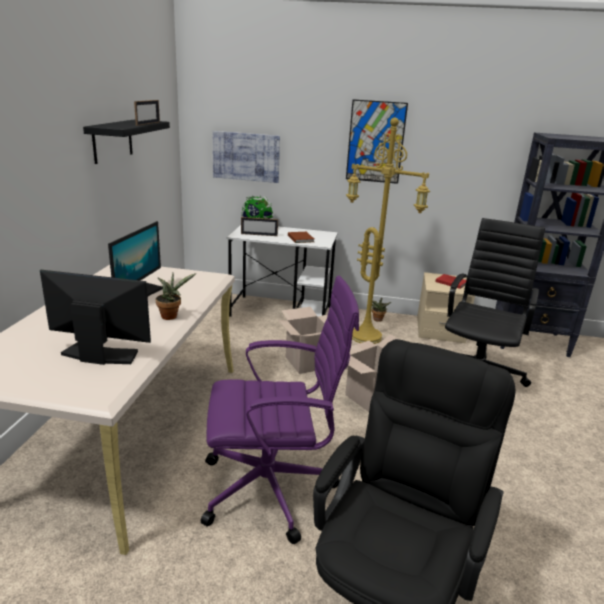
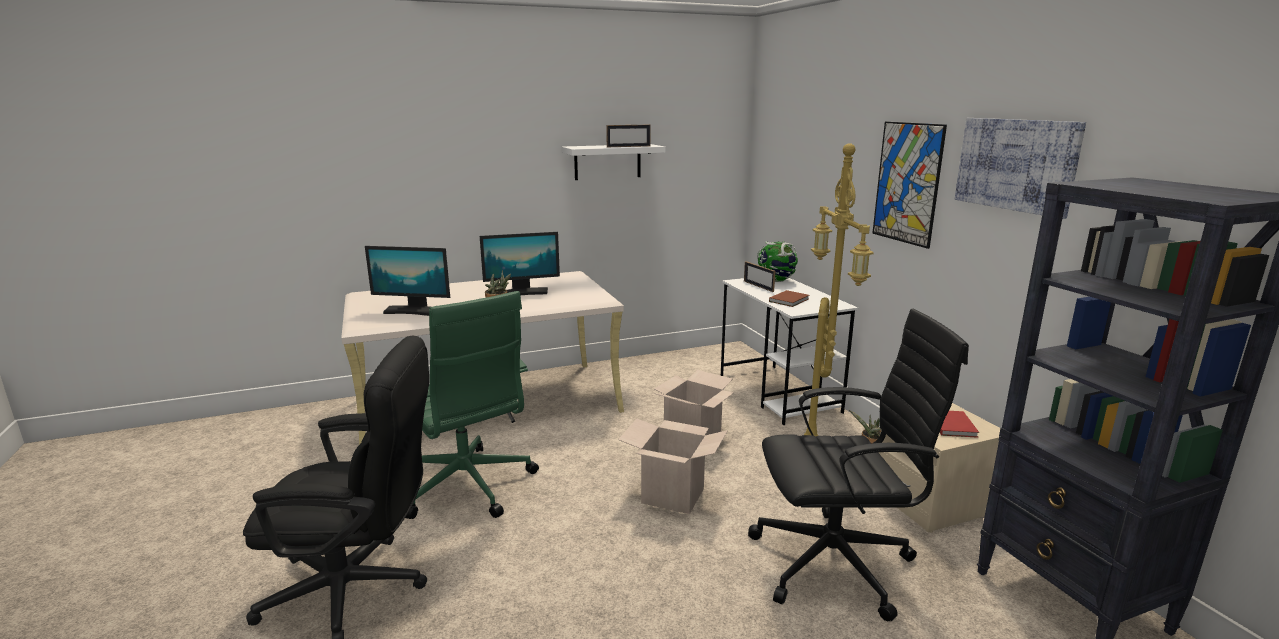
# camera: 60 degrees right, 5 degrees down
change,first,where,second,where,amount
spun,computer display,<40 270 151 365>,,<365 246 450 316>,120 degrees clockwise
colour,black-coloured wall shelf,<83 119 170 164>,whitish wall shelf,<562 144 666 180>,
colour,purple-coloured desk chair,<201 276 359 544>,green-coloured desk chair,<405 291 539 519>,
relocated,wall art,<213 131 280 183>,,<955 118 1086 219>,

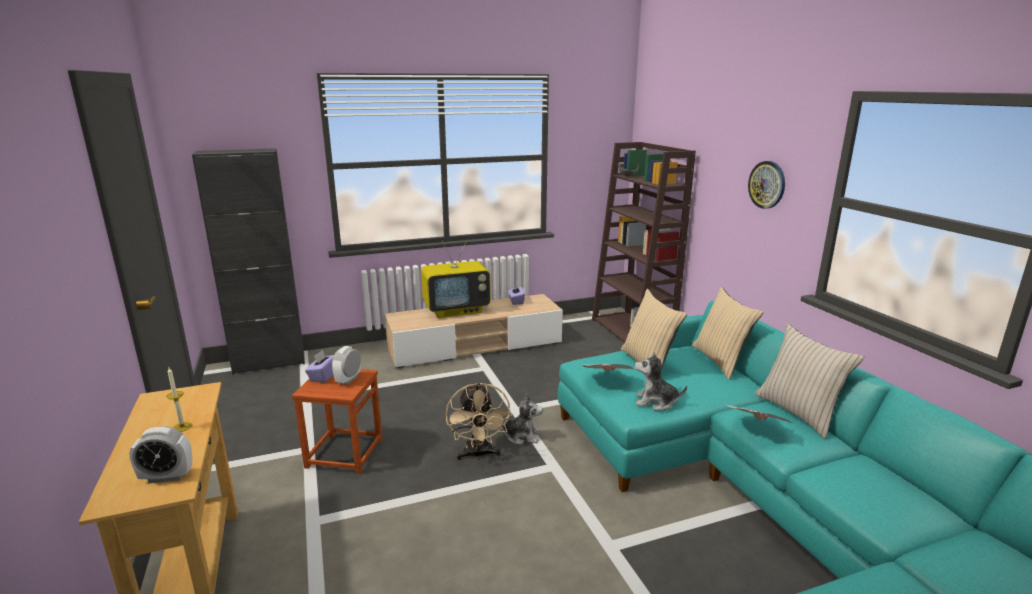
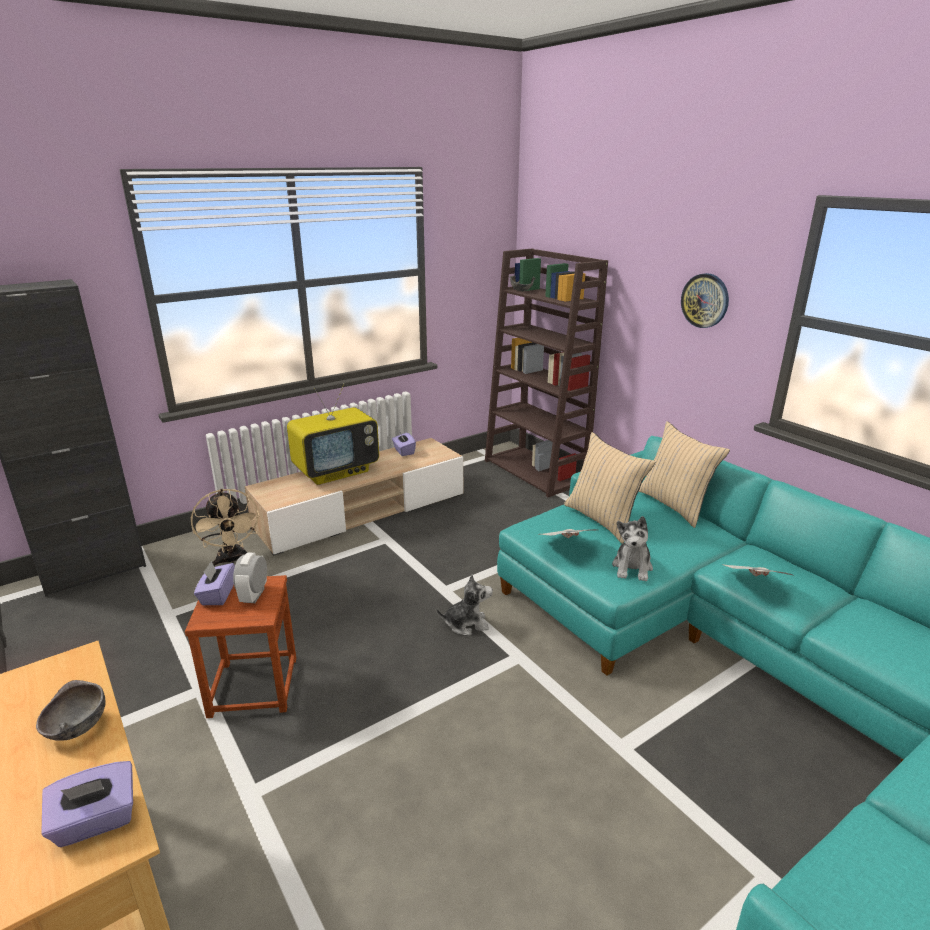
# camera: 15 degrees left, 5 degrees up
change,first,where,second,where,amount
exchanged,table clock,<129 426 192 483>,purple-coloured tissue holder,<41 761 133 847>,
exchanged,candle,<166 368 192 432>,greyish serving bowl,<36 680 105 741>,
relocated,beige cooling fan,<446 382 512 460>,,<191 489 260 567>,
spun,plush toy,<634 352 687 411>,,<612 516 653 581>,75 degrees counterclockwise
missing,beige pillow,<755 324 864 439>,,,

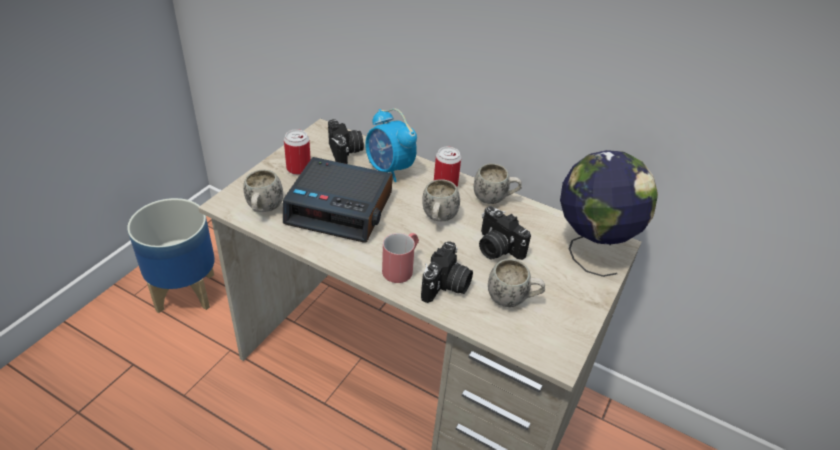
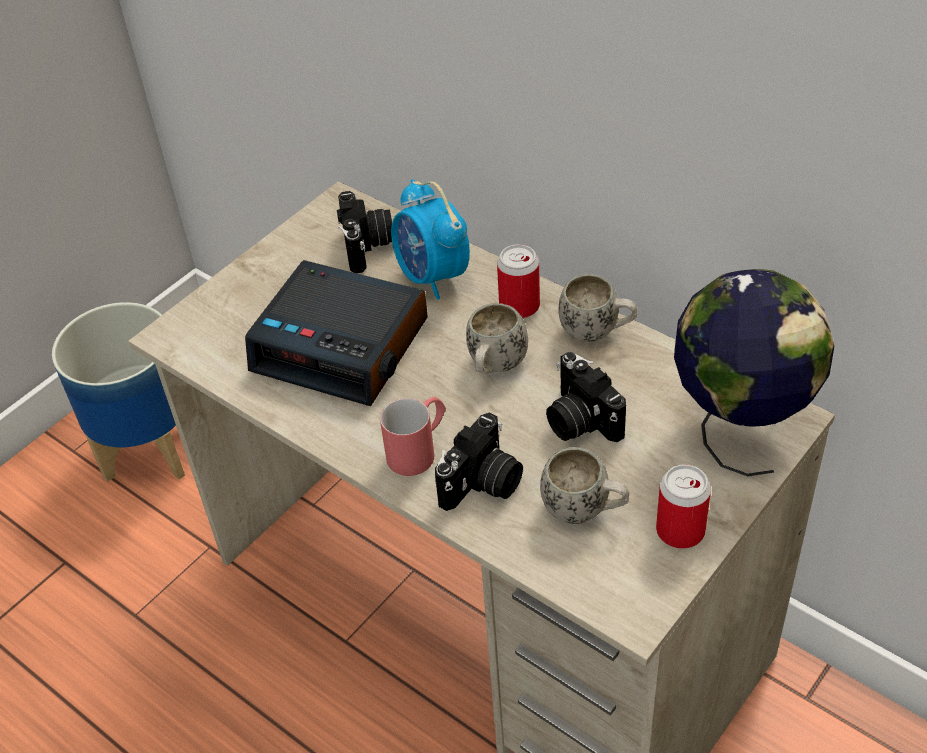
# camera: 15 degrees right, 5 degrees up
change,first,where,second,where,amount
missing,whitish mug,<243 170 283 212>,,,
relocated,metal can,<284 129 311 175>,,<656 464 711 549>,

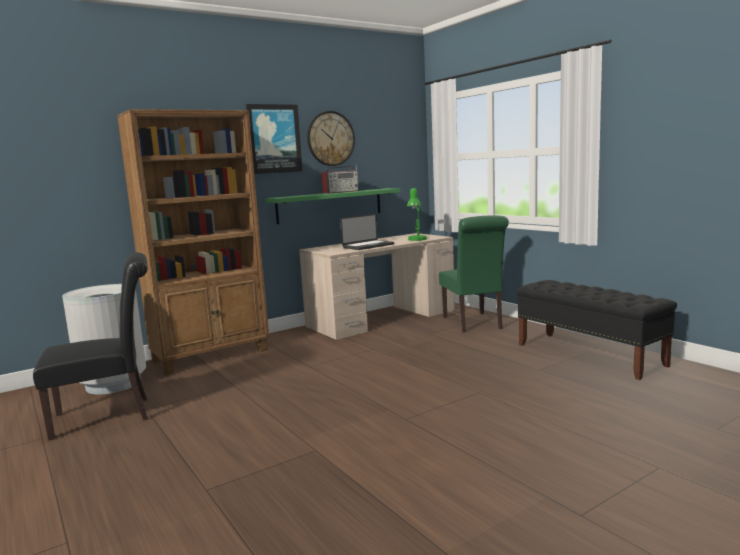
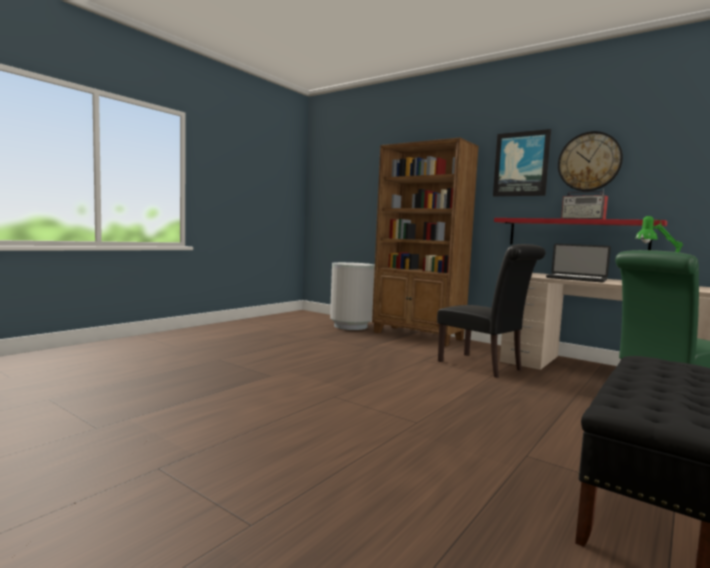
# camera: 70 degrees right, 5 degrees down
change,first,where,second,where,amount
relocated,black-coloured chair,<33 253 148 441>,,<437 244 546 378>,
colour,green-coloured wall shelf,<265 188 400 224>,reddish wall shelf,<494 218 667 250>,

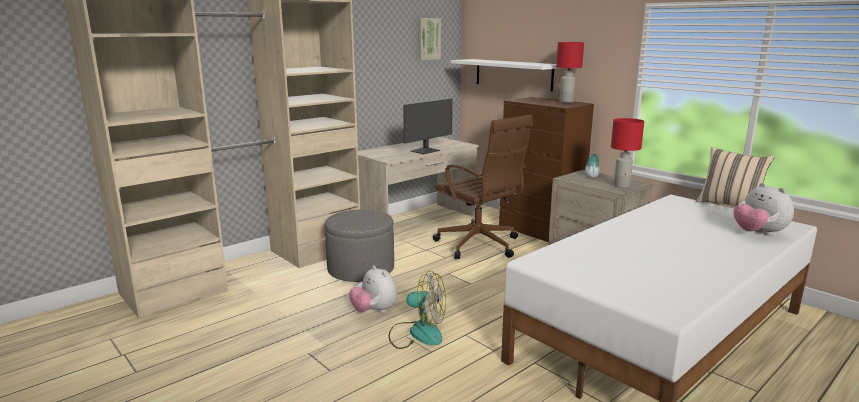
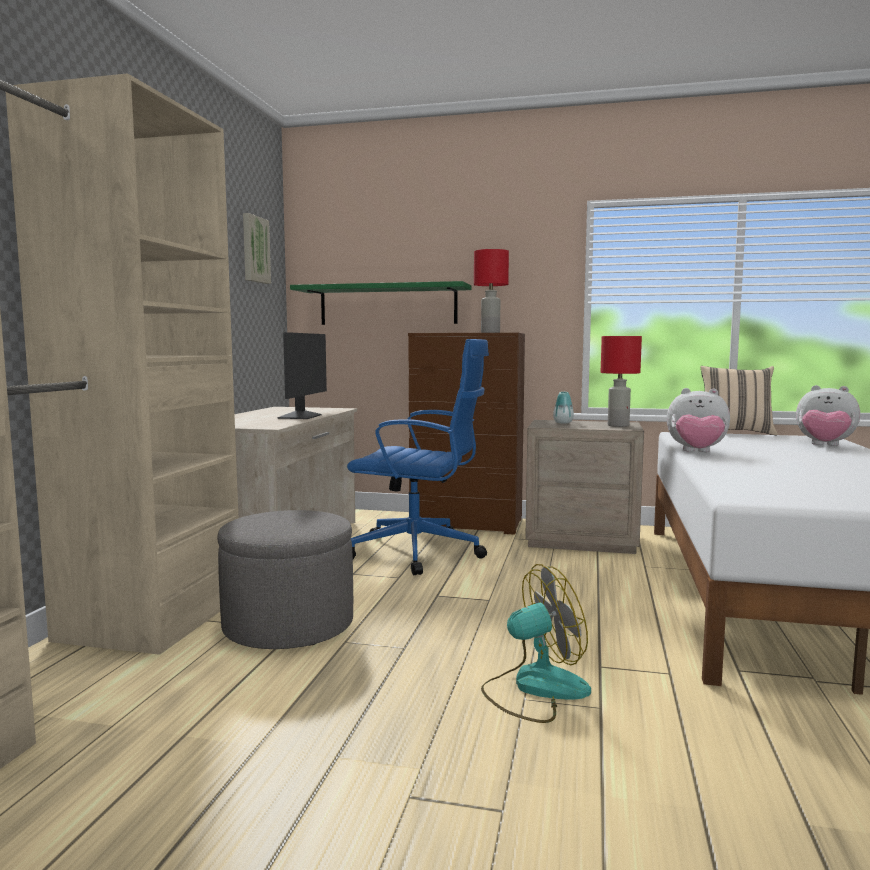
# camera: 35 degrees left, 10 degrees down
change,first,where,second,where,amount
relocated,plush toy,<350 265 397 313>,,<667 388 730 452>,
colour,brown-coloured desk chair,<433 115 533 259>,bluish desk chair,<347 339 489 575>,
colour,whitish wall shelf,<451 59 559 92>,green-coloured wall shelf,<290 281 471 325>,

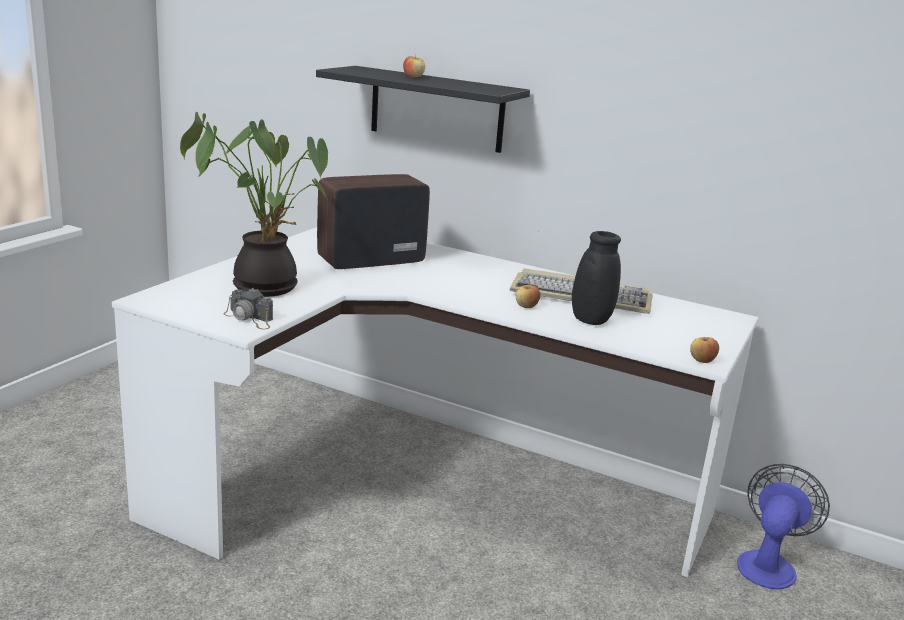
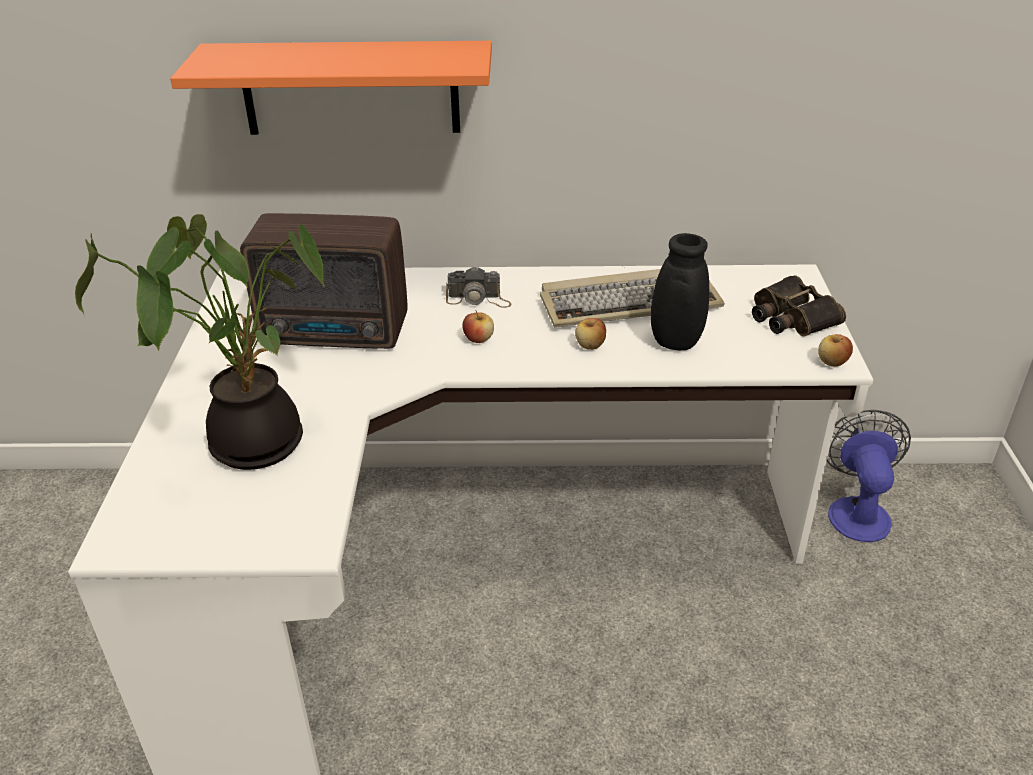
# camera: 25 degrees left, 15 degrees up
change,first,where,second,where,amount
relocated,still camera,<223 288 273 329>,,<446 266 511 308>,
colour,black-coloured wall shelf,<316 66 530 153>,orangey wall shelf,<170 41 492 135>,
spun,radio,<317 174 430 269>,,<240 213 407 349>,120 degrees counterclockwise
relocated,apple,<403 54 425 78>,,<462 311 494 343>,
appeared,,,pair of binoculars,<752 275 846 336>,

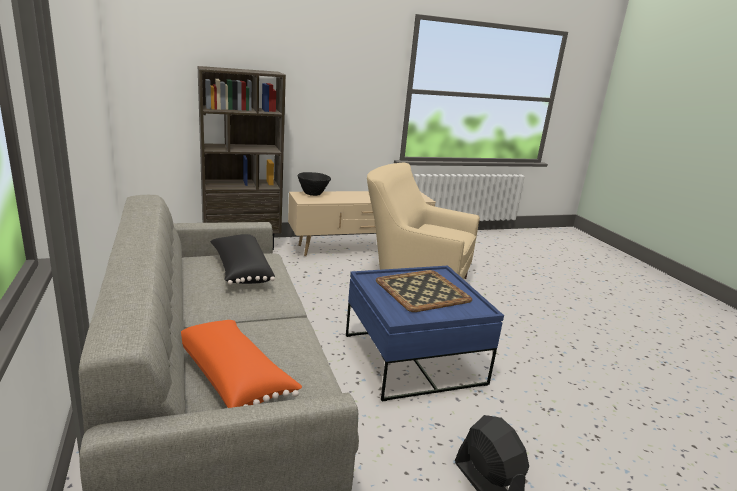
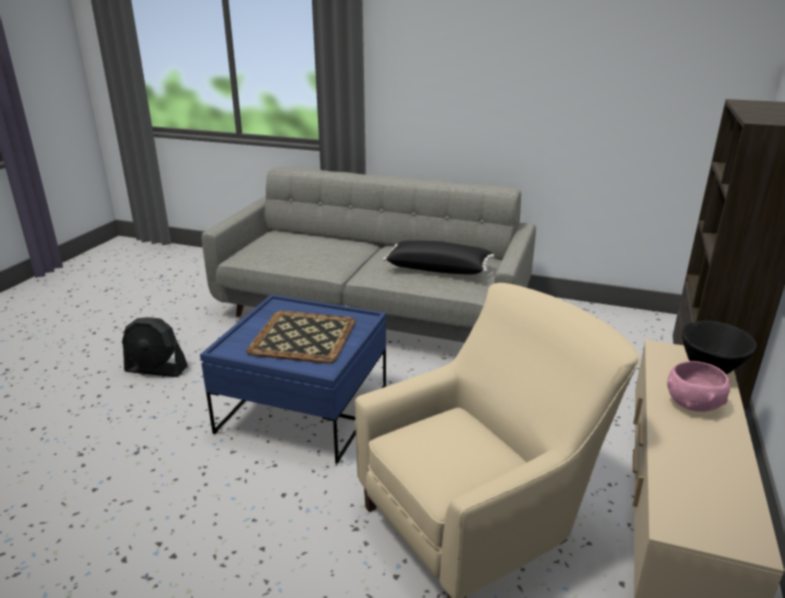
# camera: 130 degrees right, 5 degrees up
change,first,where,second,where,amount
missing,orangey pillow,<181 320 302 408>,,,
appeared,,,pinkish serving bowl,<667 361 730 412>,

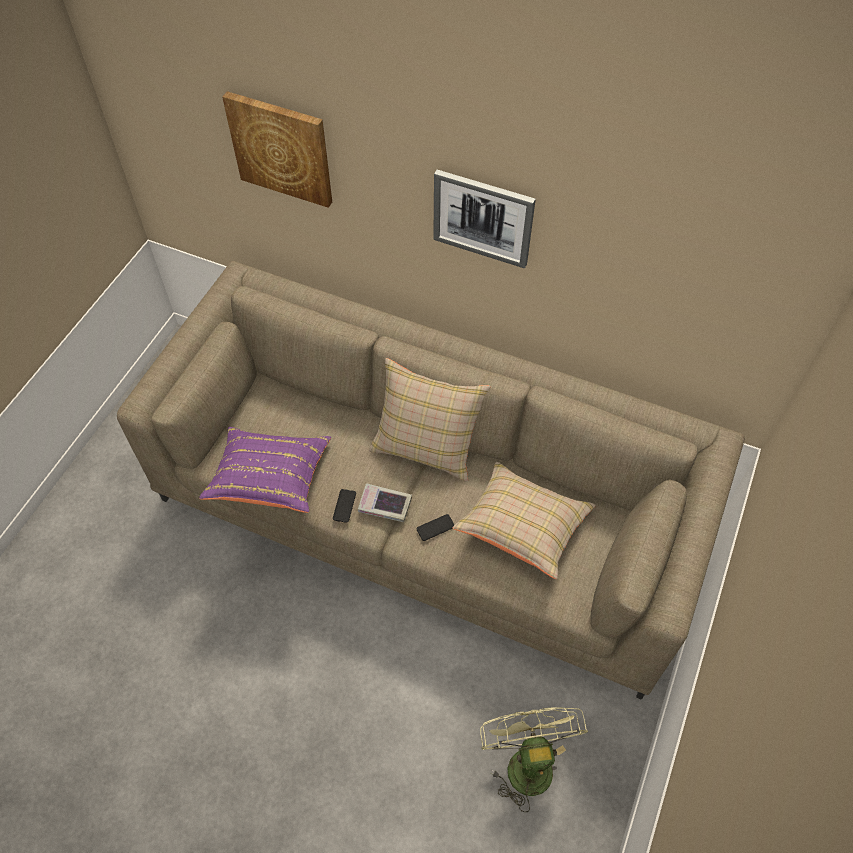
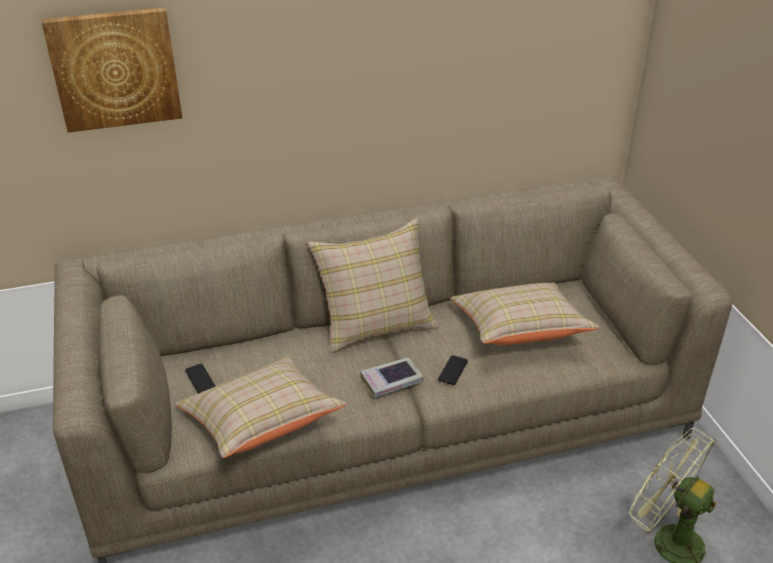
# camera: 40 degrees left, 20 degrees down
change,first,where,second,where,amount
colour,purple-coloured pillow,<199 427 331 513>,beige pillow,<175 357 347 458>,
relocated,telephone,<333 489 356 523>,,<185 364 215 394>,
missing,wall art,<433 170 536 269>,,,

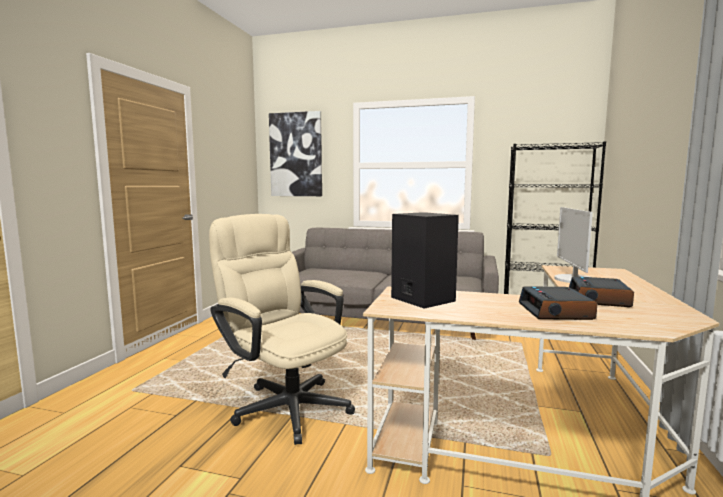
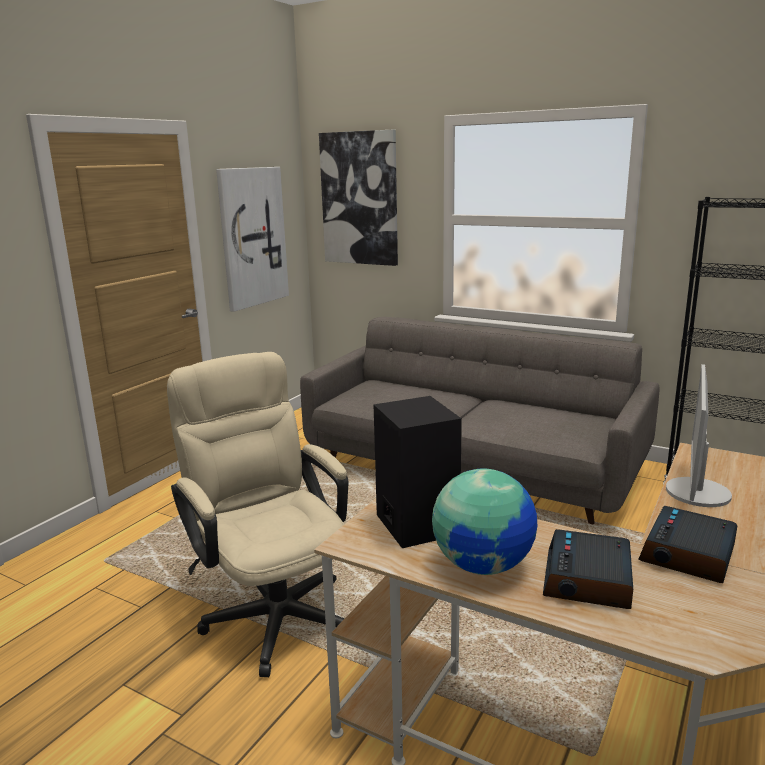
# camera: 15 degrees right, 10 degrees up
change,first,where,second,where,amount
appeared,,,wall art,<216 167 289 312>,
appeared,,,globe,<432 468 537 575>,

